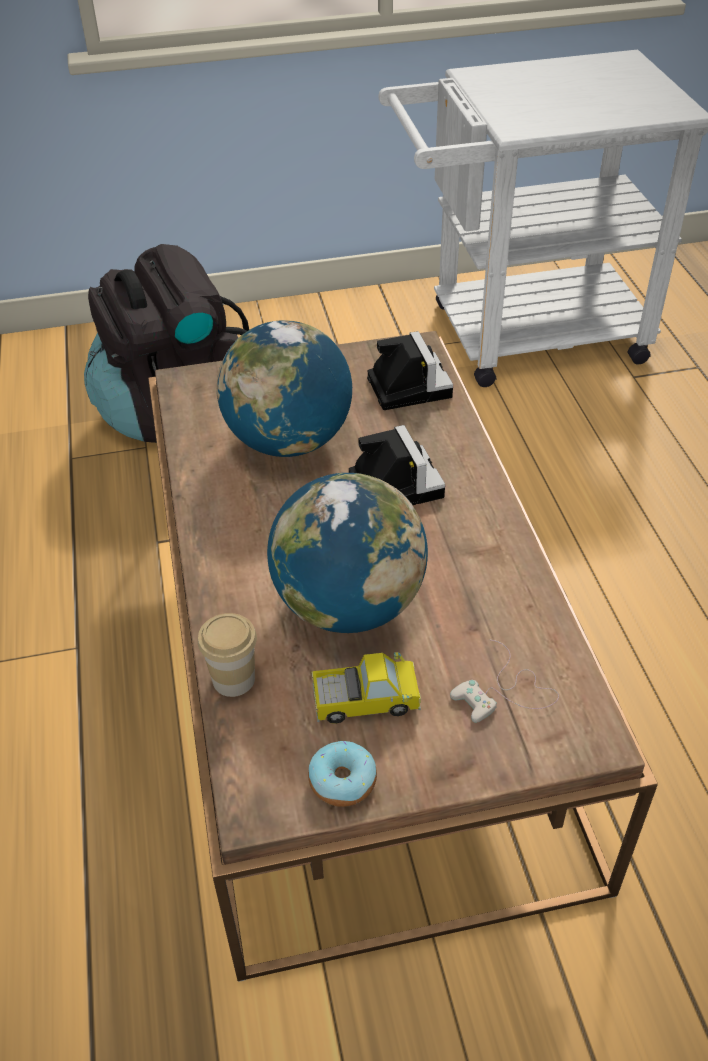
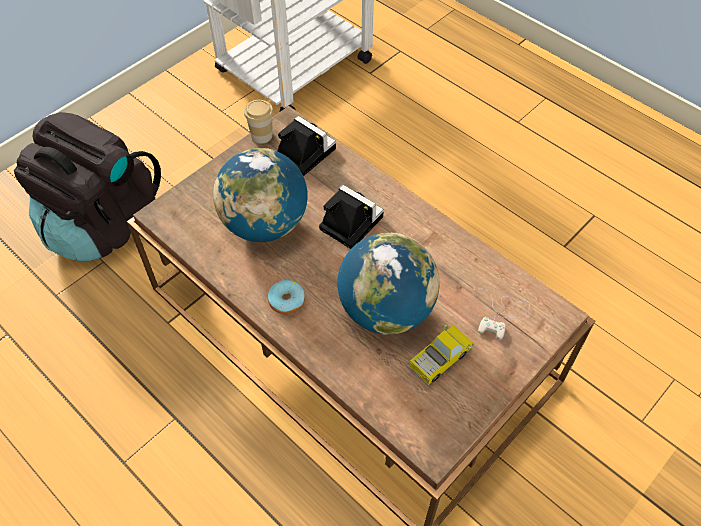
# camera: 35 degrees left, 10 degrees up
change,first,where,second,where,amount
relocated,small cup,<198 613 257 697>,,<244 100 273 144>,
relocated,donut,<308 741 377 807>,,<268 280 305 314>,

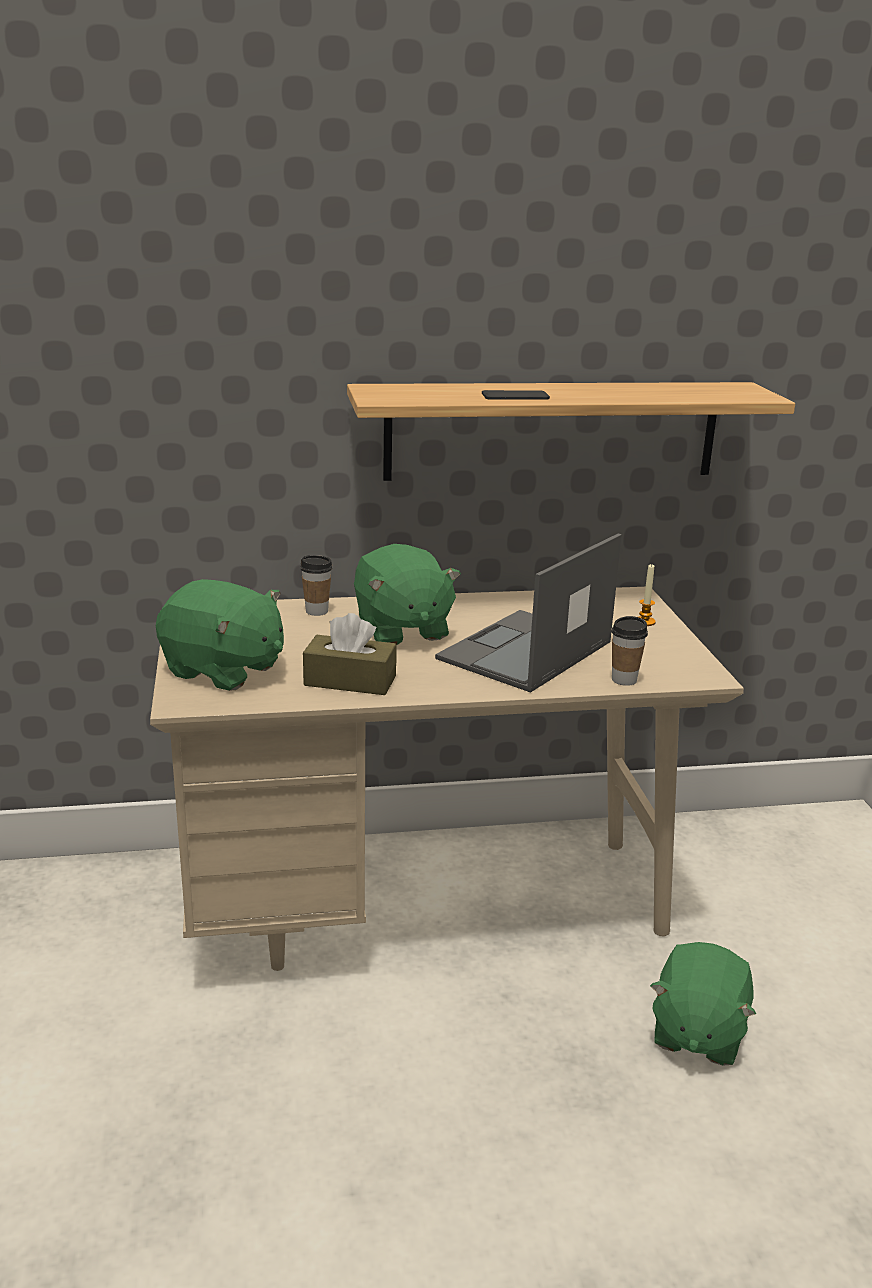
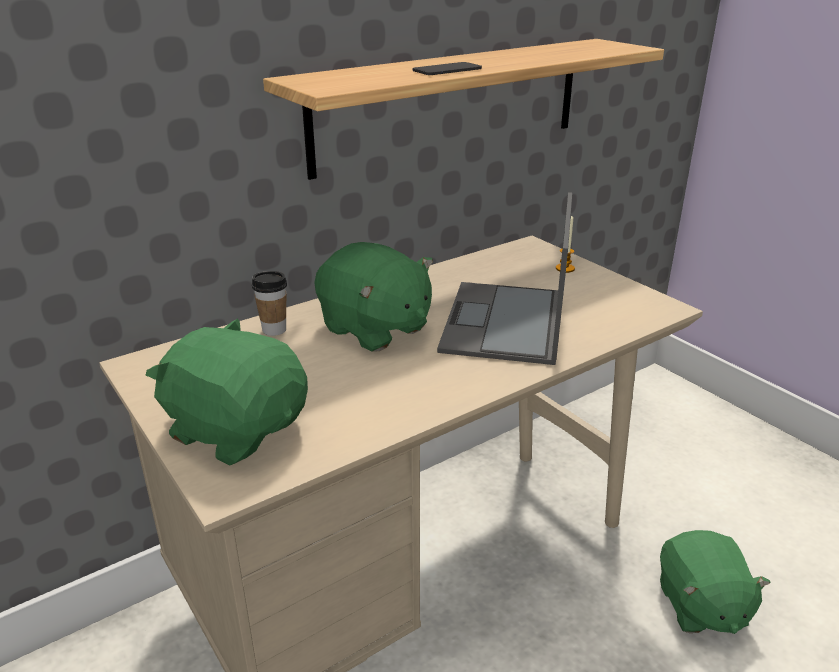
# camera: 25 degrees left, 5 degrees up
change,first,where,second,where,amount
spun,green-coloured plush toy,<156 579 284 691>,,<146 318 308 466>,150 degrees counterclockwise
missing,brown-coloured tissue holder,<303 613 396 695>,,,
missing,small cup,<611 616 648 686>,,,

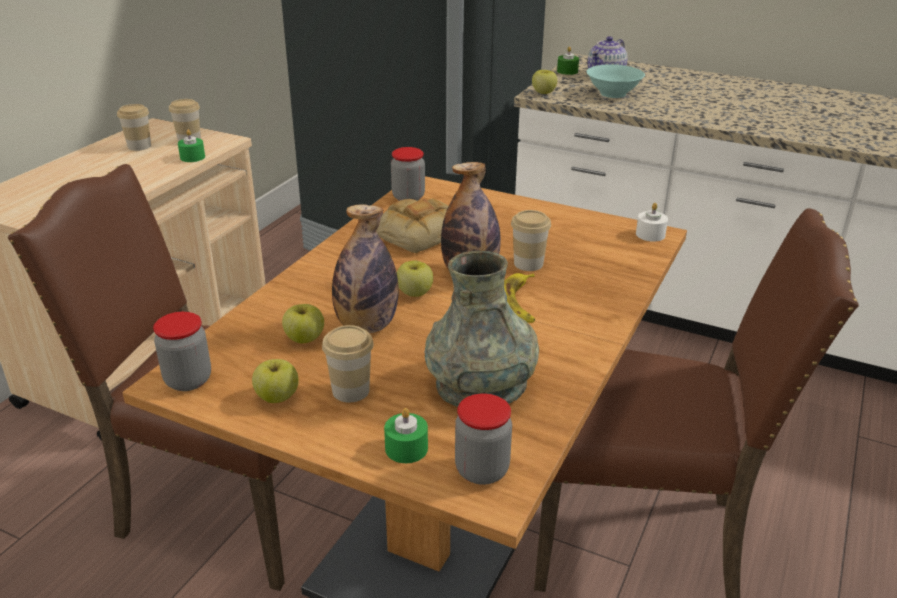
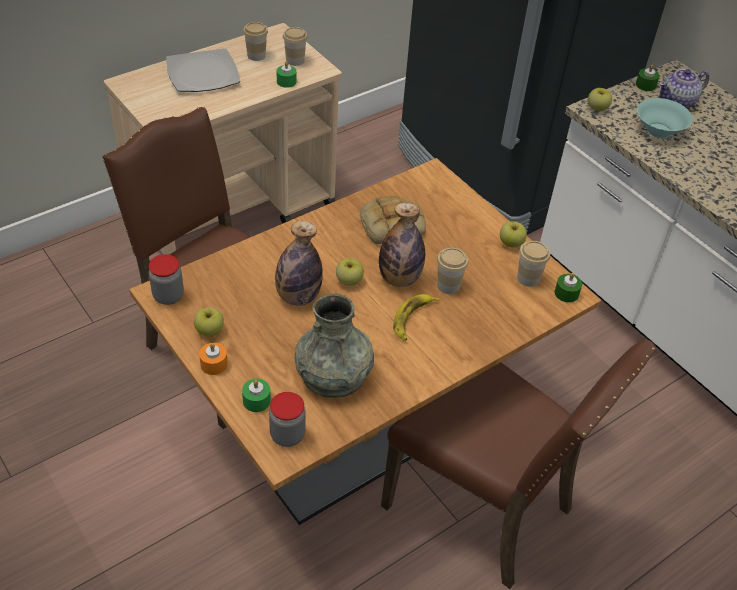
# camera: 25 degrees right, 15 degrees up
change,first,where,second,where,amount
relocated,apple,<282 304 324 344>,,<500 221 527 248>,
relocated,small cup,<322 325 374 402>,,<517 241 550 287>,
missing,preserve jar,<391 147 425 201>,,,
colour,whitish candle,<636 203 668 242>,green-coloured candle,<554 273 582 303>,
appeared,,,flat dish,<166 48 240 92>,
appeared,,,orangey candle,<199 343 228 375>,

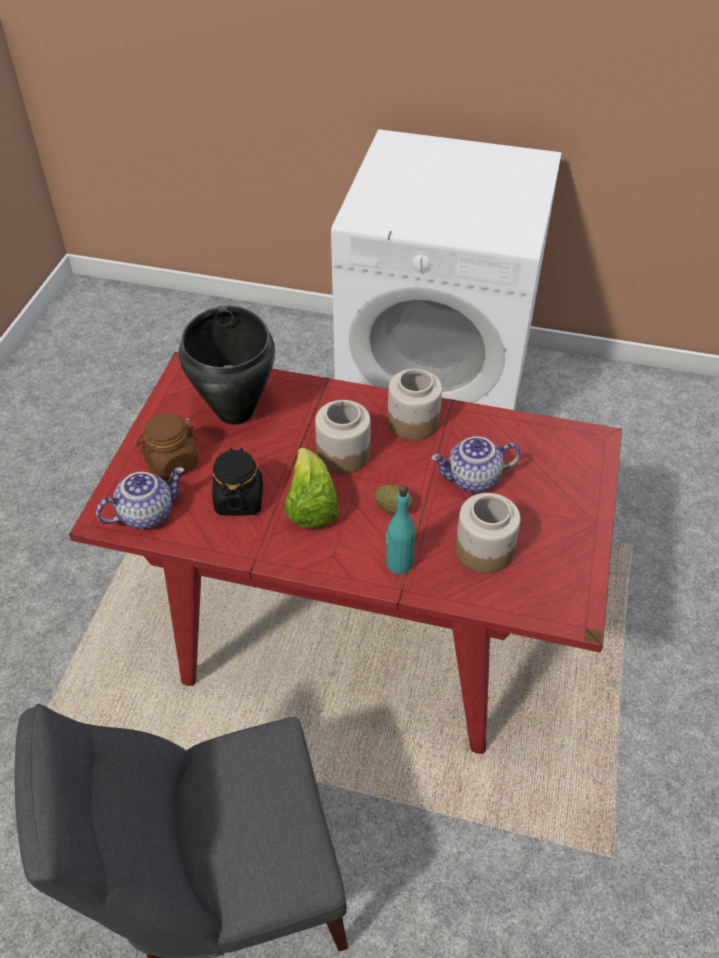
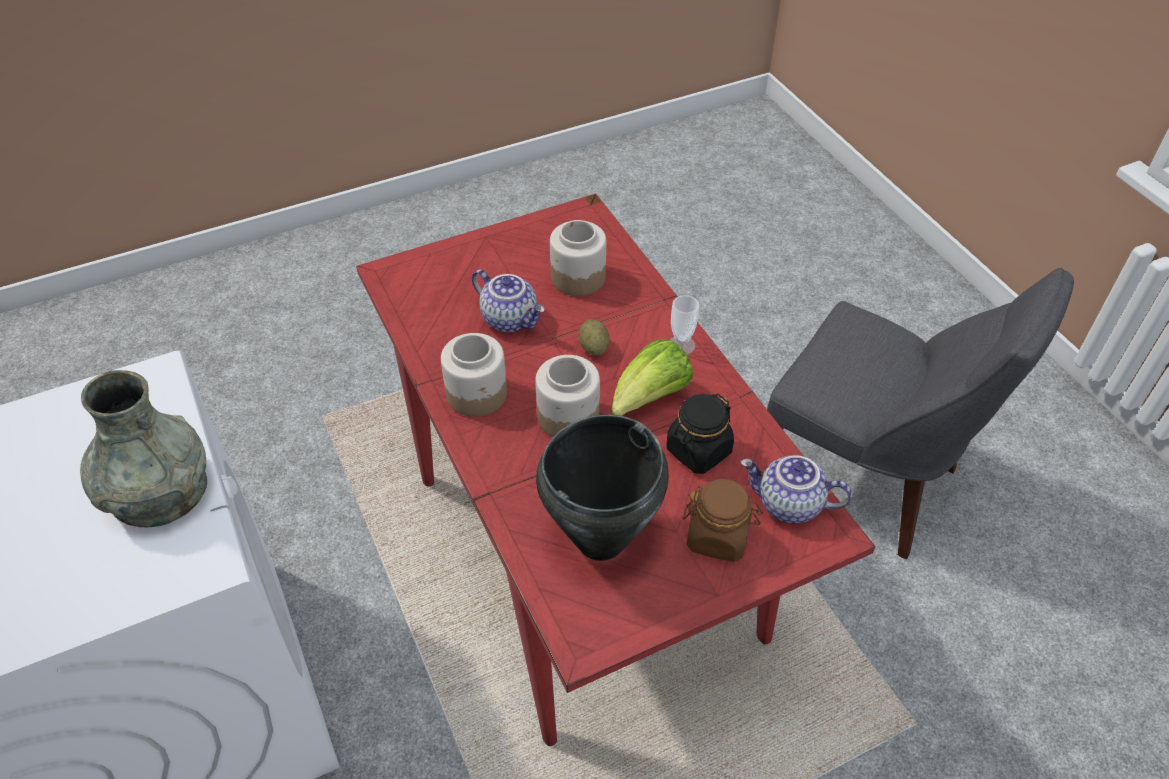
# camera: 130 degrees left, 0 degrees up
change,first,where,second,where,amount
missing,turquoise-coloured beverage bottle,<386 485 415 574>,,,
appeared,,,greyish flower vase,<80 370 207 527>,
appeared,,,small cup,<670 295 699 355>,

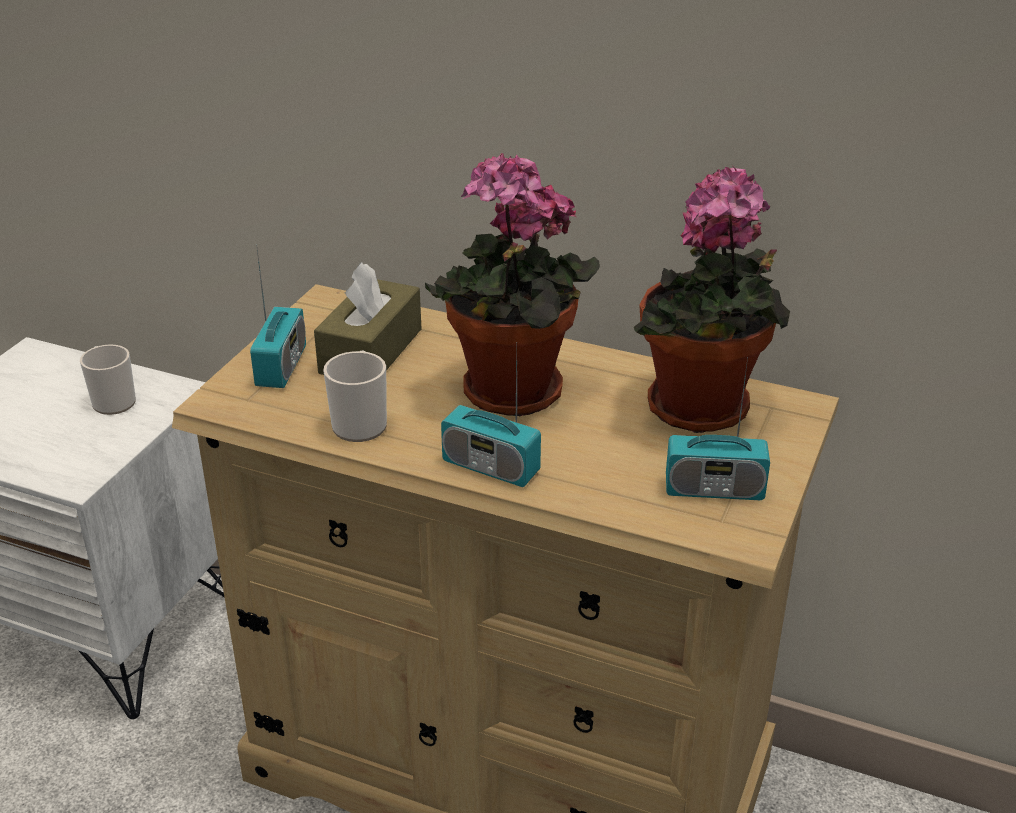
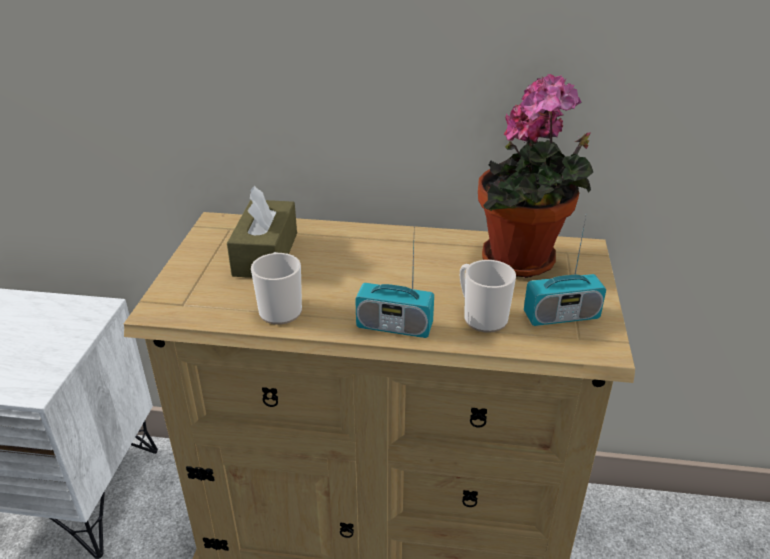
# camera: 15 degrees left, 0 degrees up
change,first,where,second,where,amount
relocated,mug,<80 344 136 415>,,<460 260 516 333>,
missing,radio,<250 245 306 388>,,,
missing,houseplant,<425 153 600 417>,,,

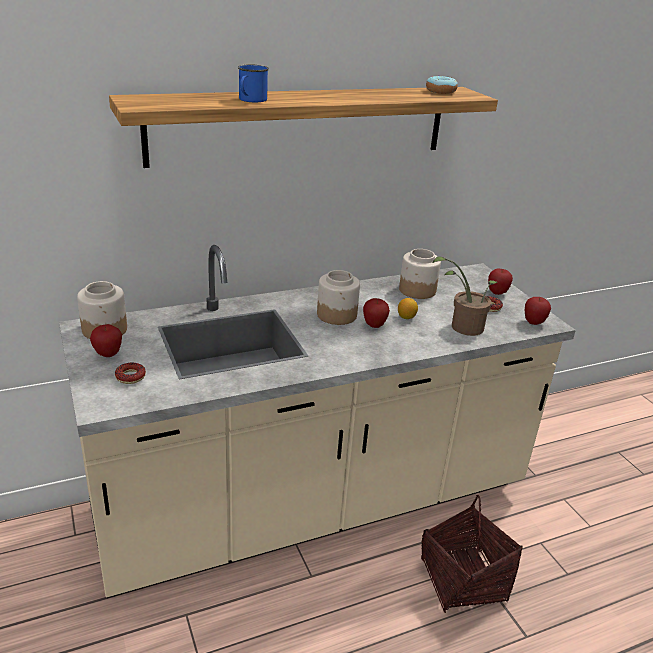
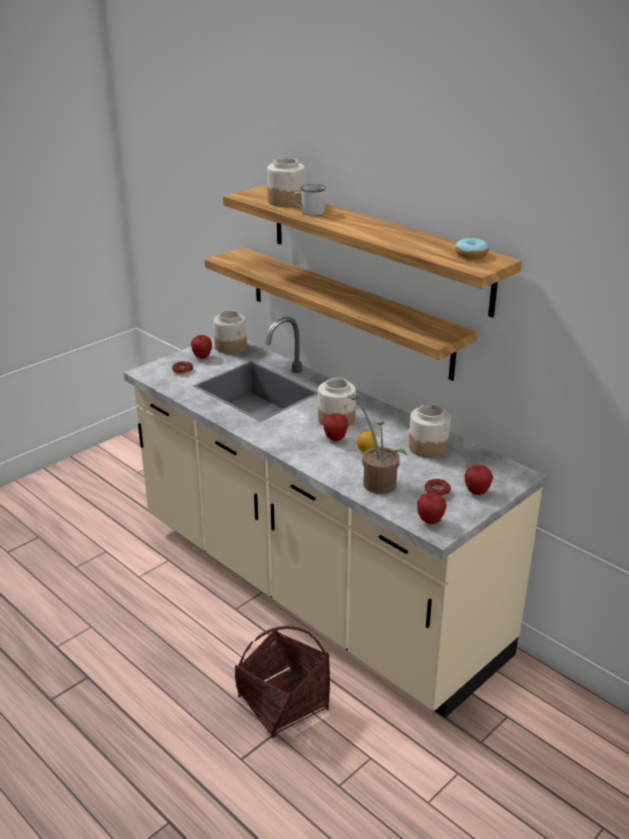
# camera: 70 degrees right, 0 degrees up
change,first,where,second,where,amount
colour,bluish mug,<238 64 269 102>,whitish mug,<292 184 326 216>,
appeared,,,wall shelf,<205 247 478 381>,
appeared,,,preserve jar,<267 158 305 207>,

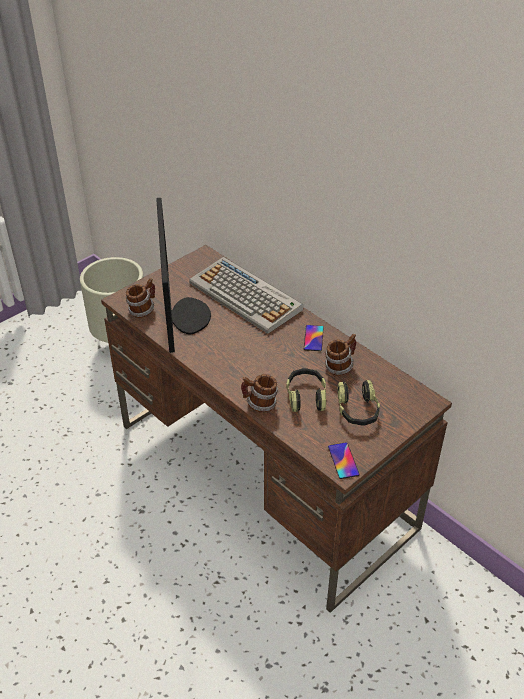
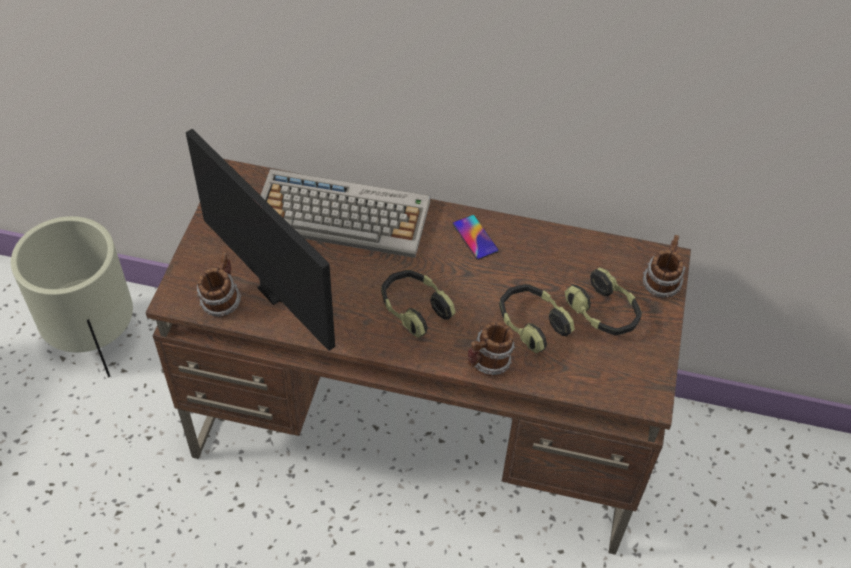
# camera: 35 degrees left, 10 degrees up
change,first,where,second,where,amount
relocated,mug,<325 334 357 376>,,<643 235 686 298>,
missing,telephone,<328 443 360 479>,,,
appeared,,,pair of headphones,<381 270 456 338>,

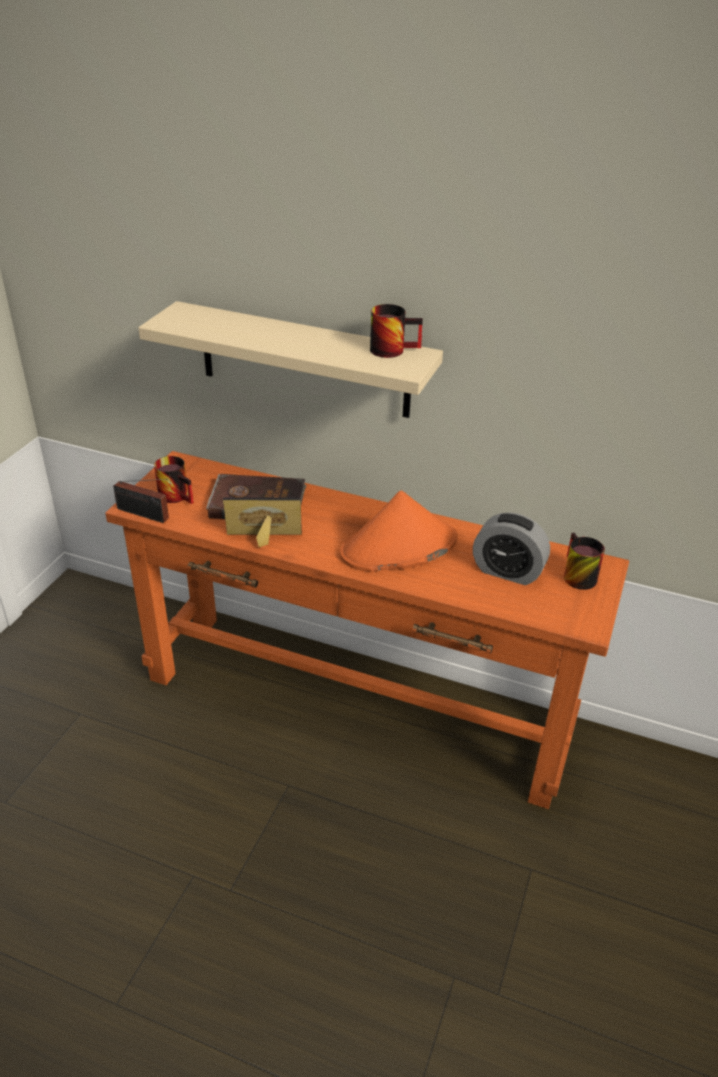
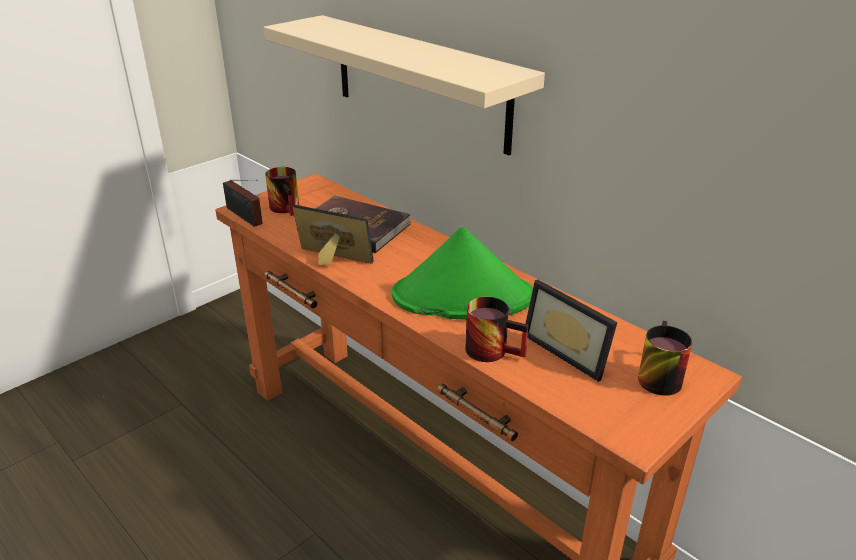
# camera: 25 degrees right, 5 degrees down
change,first,where,second,where,amount
colour,orangey wearable hat,<340 491 457 572>,green-coloured wearable hat,<392 227 533 320>,
relocated,mug,<370 304 423 358>,,<465 297 528 362>,
exchanged,table clock,<473 512 550 585>,photo frame,<525 279 617 382>,

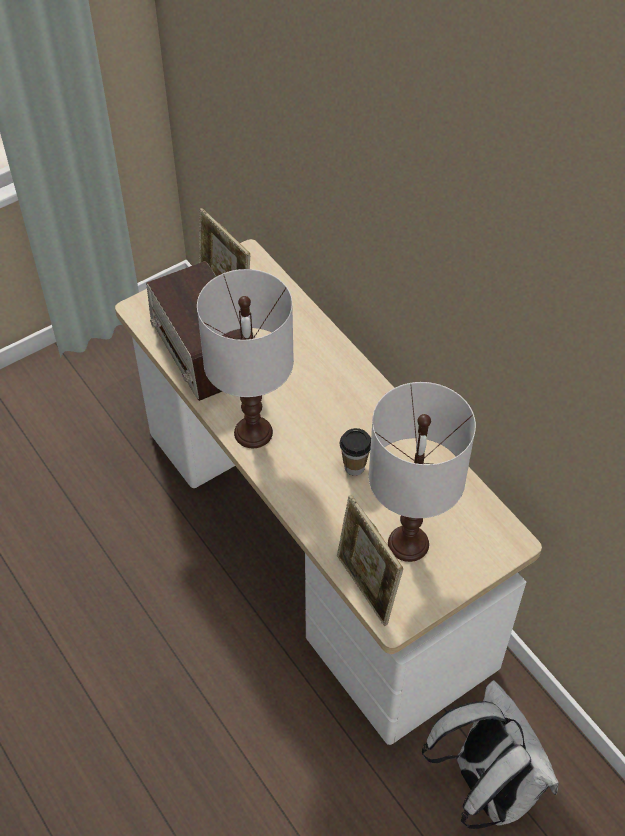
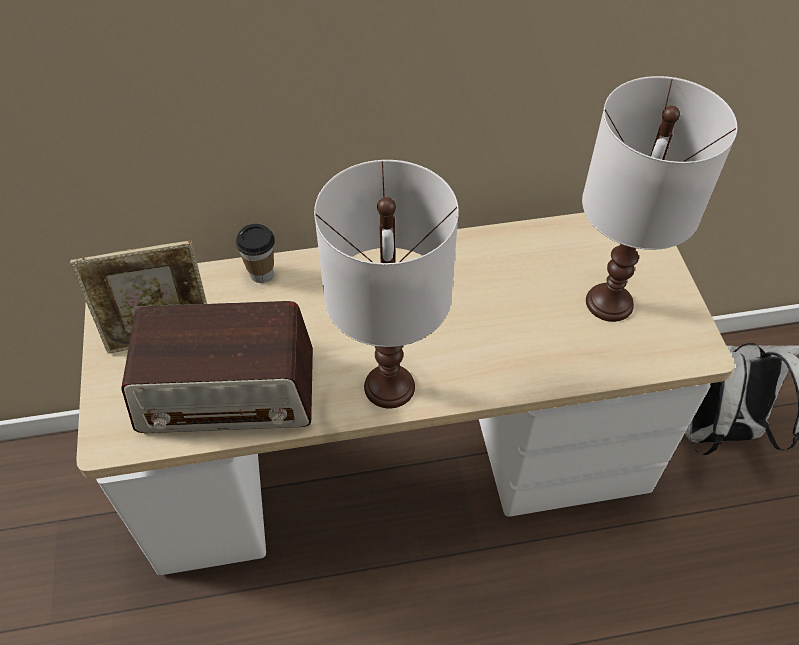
# camera: 65 degrees left, 0 degrees up
change,first,where,second,where,amount
missing,photo frame,<337 494 403 626>,,,
relocated,small cup,<340 428 371 476>,,<236 224 275 283>,

